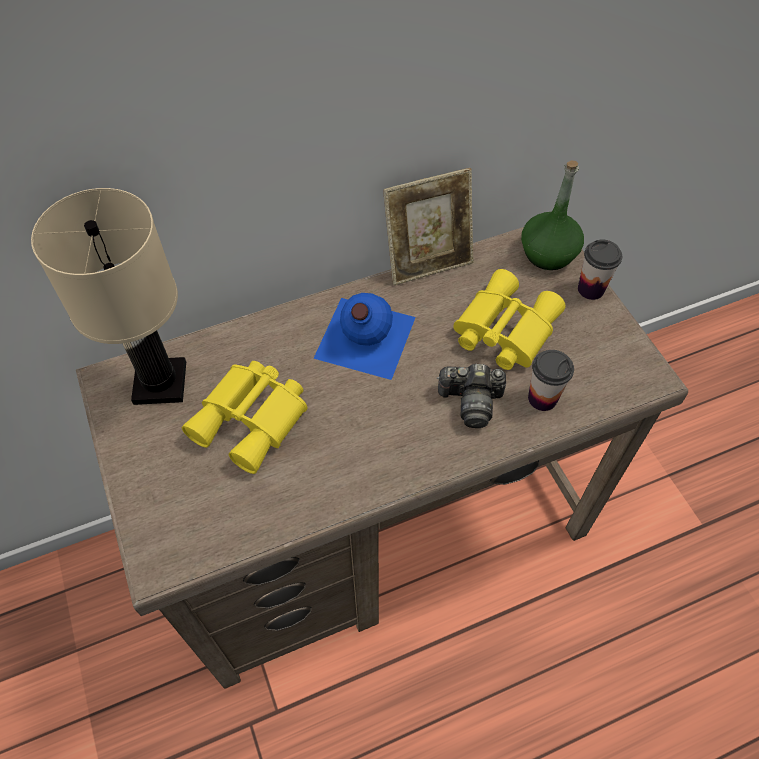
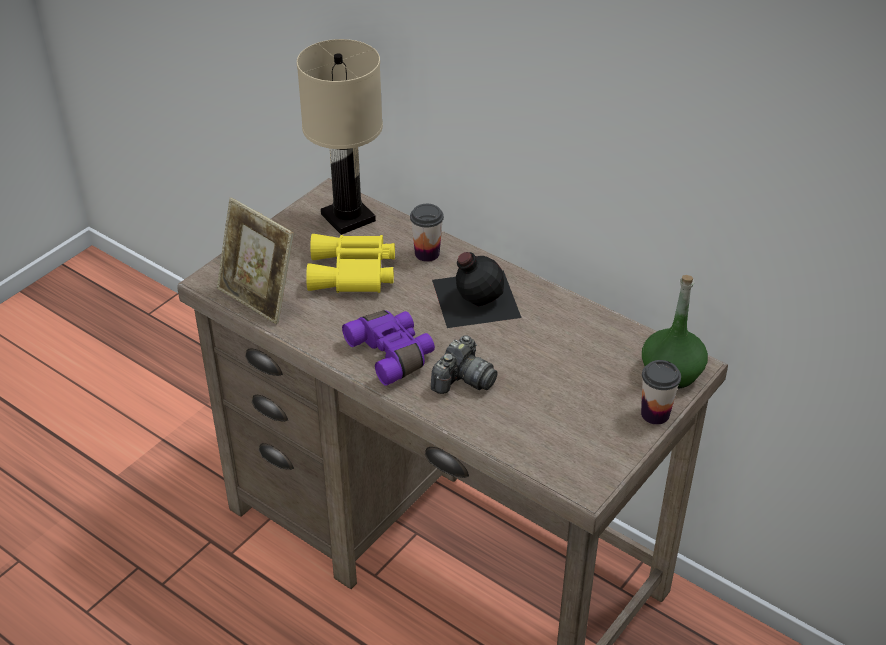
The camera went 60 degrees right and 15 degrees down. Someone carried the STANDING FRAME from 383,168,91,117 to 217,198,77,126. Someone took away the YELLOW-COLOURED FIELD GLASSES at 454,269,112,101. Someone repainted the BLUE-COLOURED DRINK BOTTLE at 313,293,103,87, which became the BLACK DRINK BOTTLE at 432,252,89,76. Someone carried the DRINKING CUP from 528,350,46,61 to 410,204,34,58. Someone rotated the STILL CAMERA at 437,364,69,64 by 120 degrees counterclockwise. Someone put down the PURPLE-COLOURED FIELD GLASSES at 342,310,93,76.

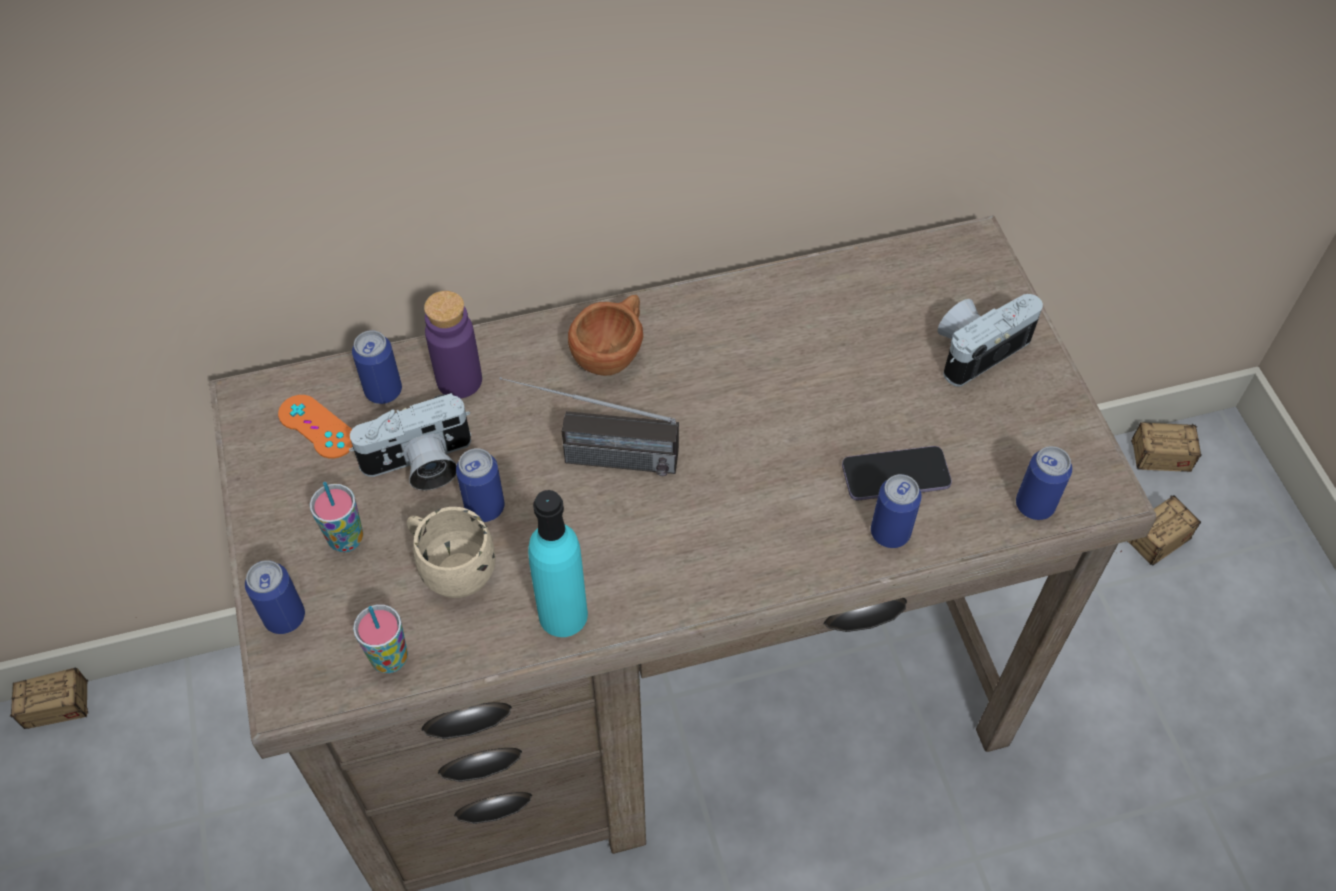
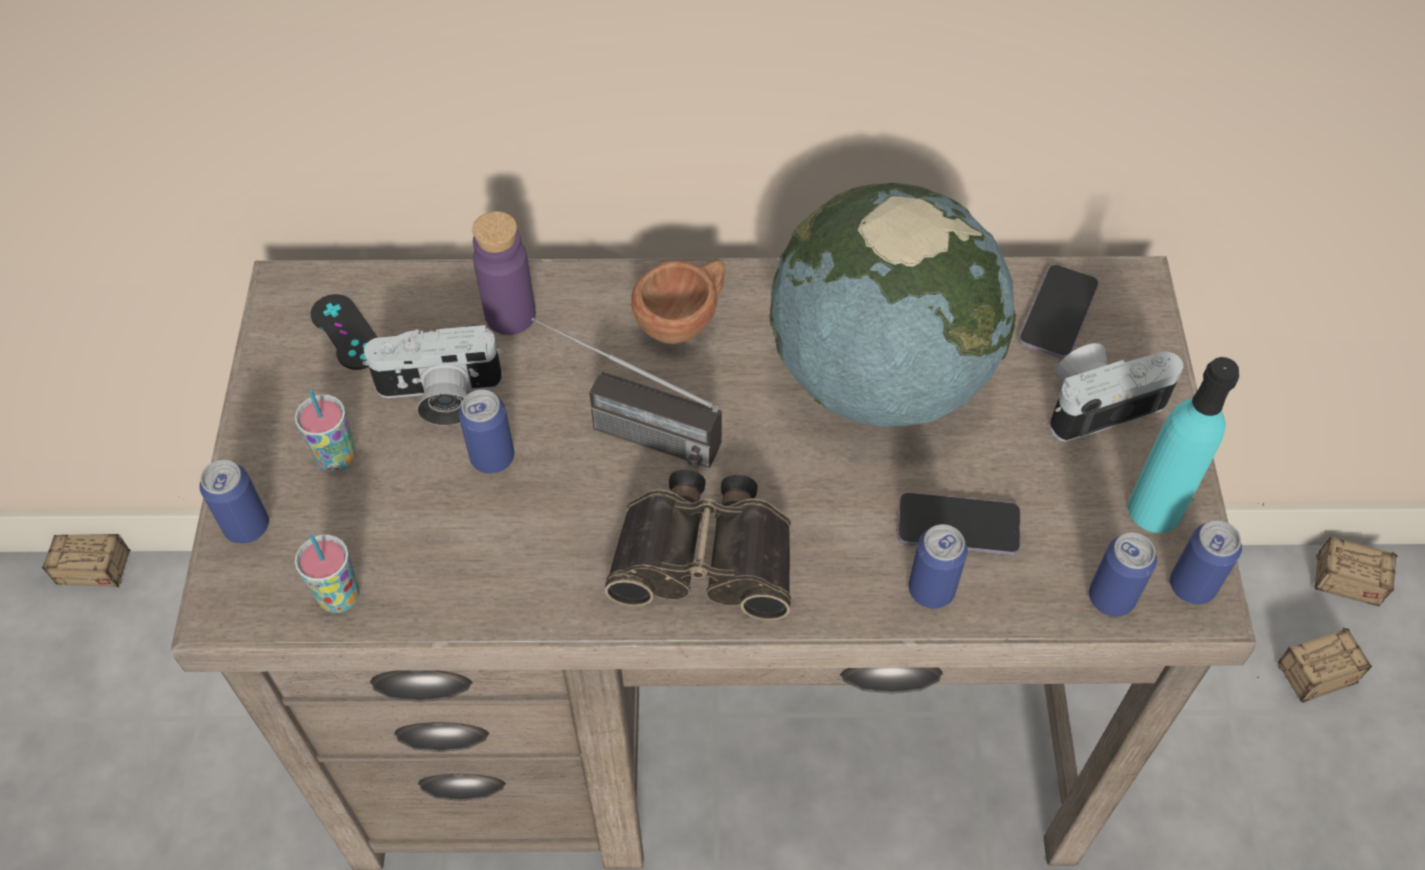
The camera went 15 degrees right and 0 degrees up. Someone carried the SEALED CAN from 352,330,50,74 to 1170,520,72,84. Someone repainted the ORANGE-COLOURED GAME CONTROLLER at 278,395,75,64, which became the BLACK GAME CONTROLLER at 311,294,67,76. Someone carried the TURQUOISE DRINK BOTTLE from 528,490,60,147 to 1128,357,111,176. Someone took away the BEIGE-COLOURED COFFEE MUG at 407,507,89,91. Someone put down the WORLD GLOBE at 769,183,247,244. Someone put down the PHONE at 1019,265,80,94. Someone put down the FIELD GLASSES at 605,470,186,150.

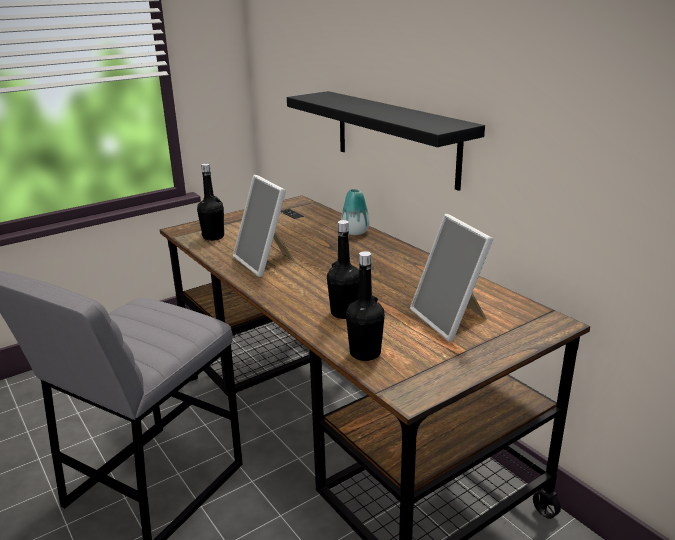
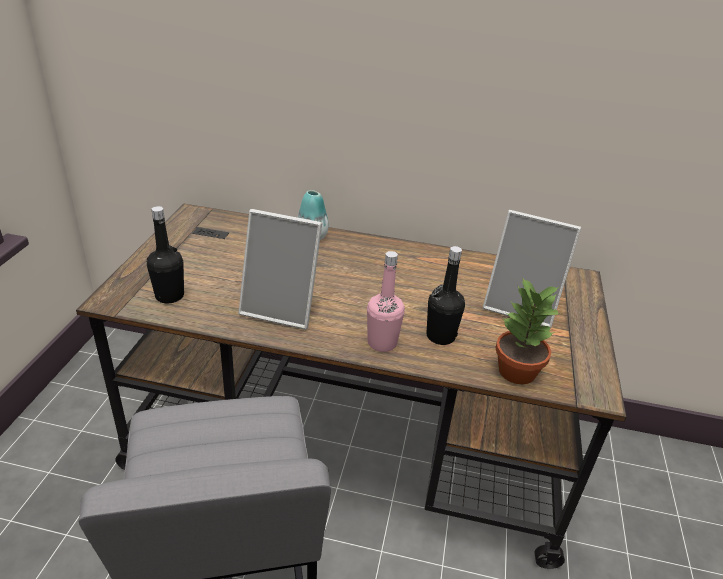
The camera went 45 degrees left and 10 degrees up. Someone took away the BLACK WALL SHELF at 287,91,198,100. Someone swapped the BLACK DRINK BOTTLE at 346,251,39,110 for the PLANT IN A POT at 495,277,66,107. Someone put down the PINK DRINK BOTTLE at 367,251,38,101.

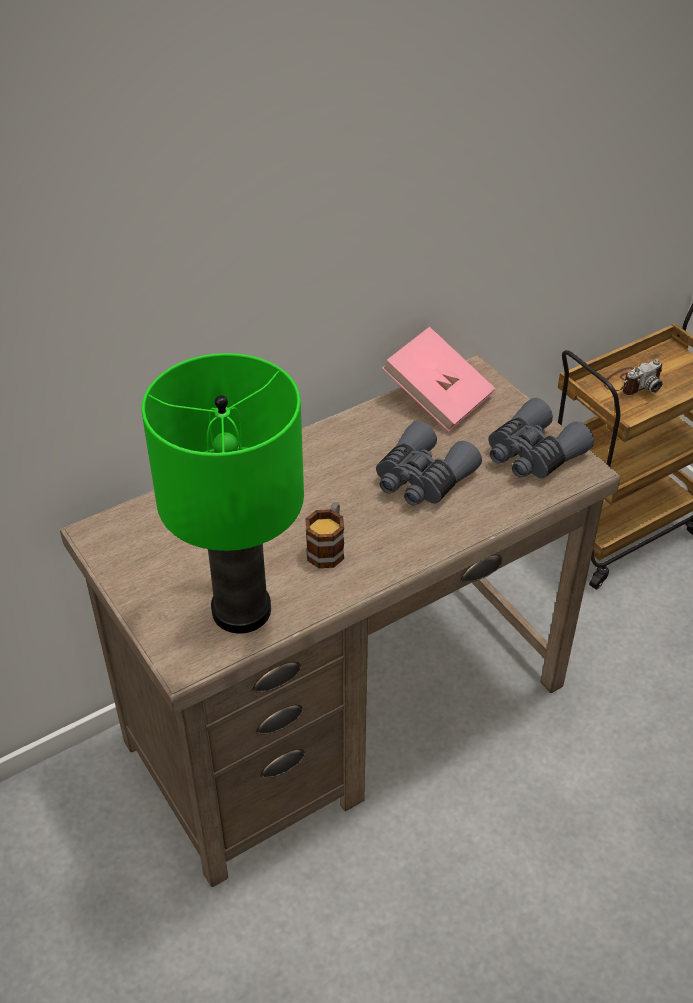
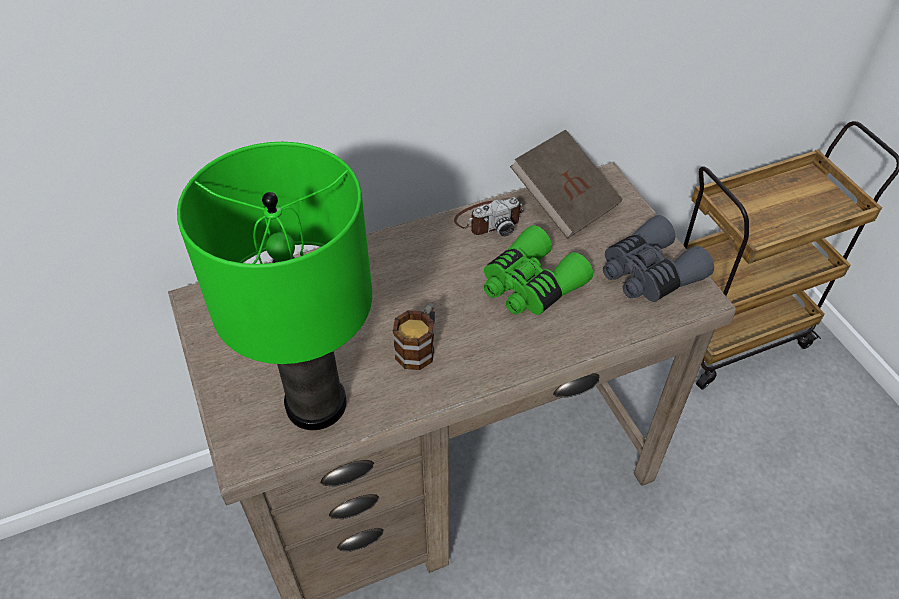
The camera went 10 degrees right and 5 degrees up. Someone repainted the PINK BOOK at 382,327,113,105, which became the BROWNISH BOOK at 510,130,112,109. Someone carried the STILL CAMERA from 603,360,59,35 to 454,197,70,39. Someone repainted the GREYISH FIELD GLASSES at 376,421,106,84, which became the GREEN-COLOURED FIELD GLASSES at 484,225,109,90.

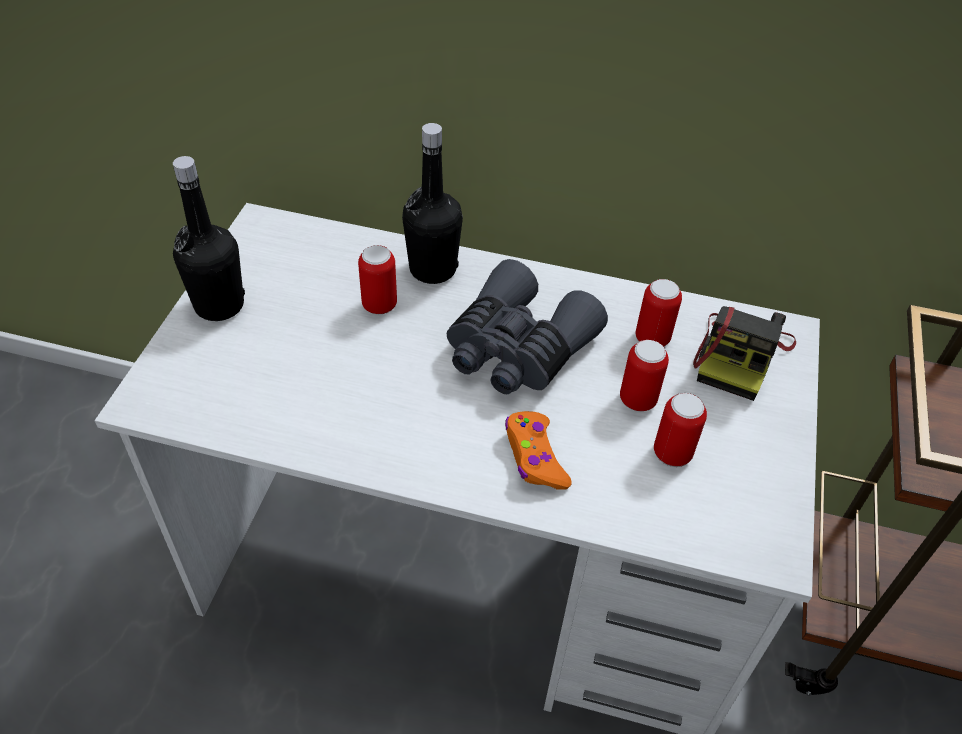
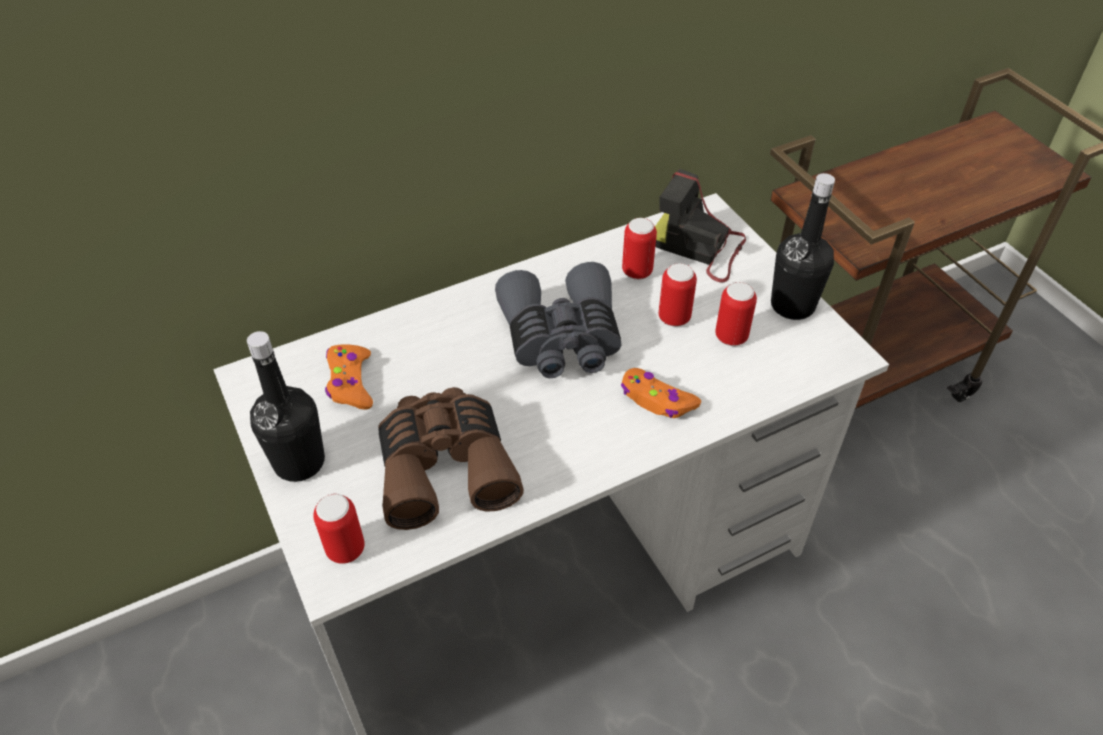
The camera went 40 degrees left and 0 degrees up. Someone carried the BLACK DRINK BOTTLE from 402,123,61,161 to 771,173,64,147. Someone carried the SEALED CAN from 358,245,39,69 to 313,494,52,70. Someone rotated the STILL CAMERA at 693,306,103,95 by 135 degrees clockwise. Someone put down the ORANGE-COLOURED GAME CONTROLLER at 325,344,48,65. Someone put down the BROWNISH FIELD GLASSES at 378,387,146,143.

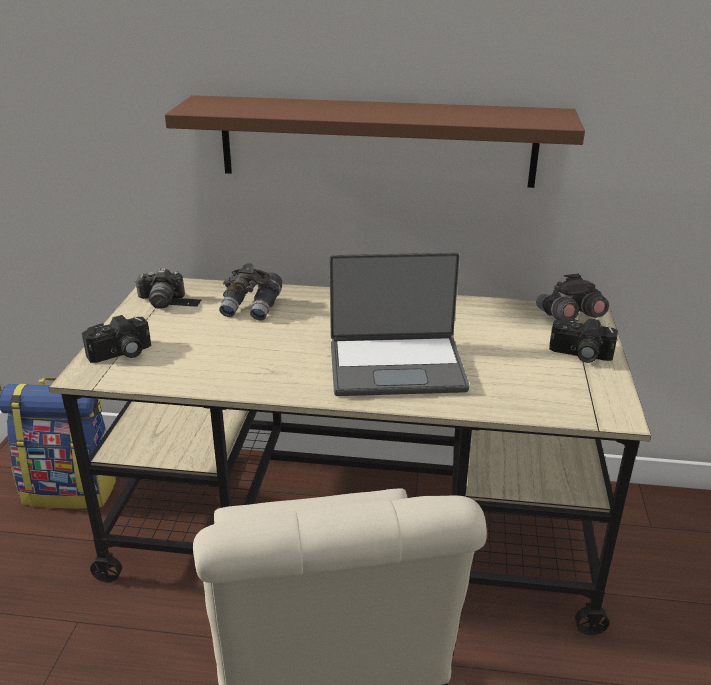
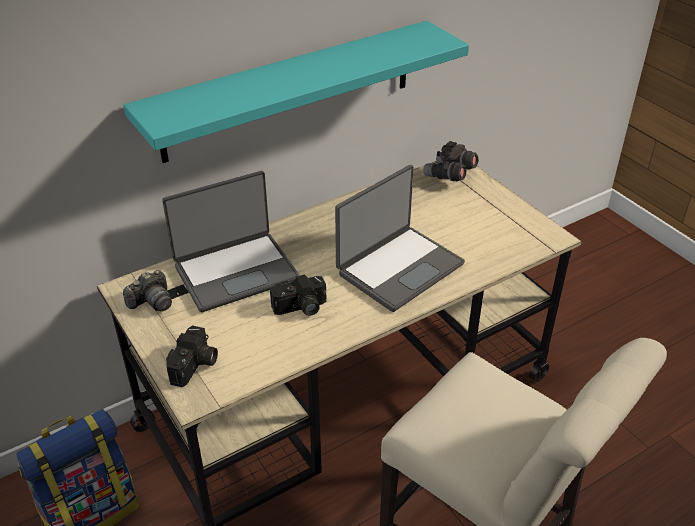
The camera went 40 degrees left and 10 degrees up. Someone repainted the BROWNISH WALL SHELF at 165,95,420,93, which became the TURQUOISE WALL SHELF at 123,21,346,142. Someone swapped the GREYISH FIELD GLASSES at 219,263,63,58 for the PORTABLE COMPUTER at 162,171,138,141. Someone carried the STILL CAMERA from 549,318,69,45 to 270,275,56,41.

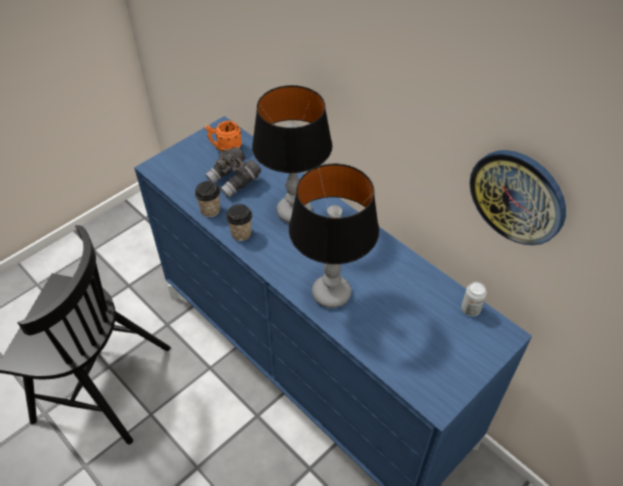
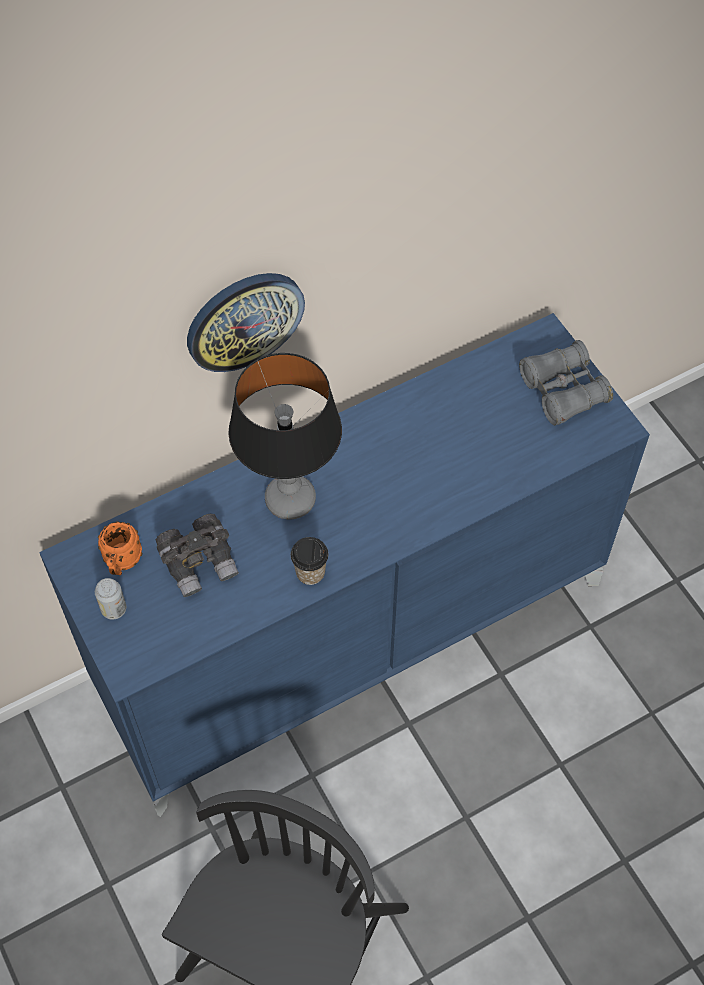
The camera went 75 degrees left and 10 degrees up. Someone carried the HANGING CLOCK from 470,150,96,95 to 187,273,118,99. Someone took away the TABLETOP LAMP at 289,164,90,144. Someone took away the DRINKING CUP at 195,181,25,36. Someone carried the SEALED CAN from 461,282,26,34 to 95,578,31,42. Someone put down the GREYISH FIELD GLASSES at 519,340,94,85.

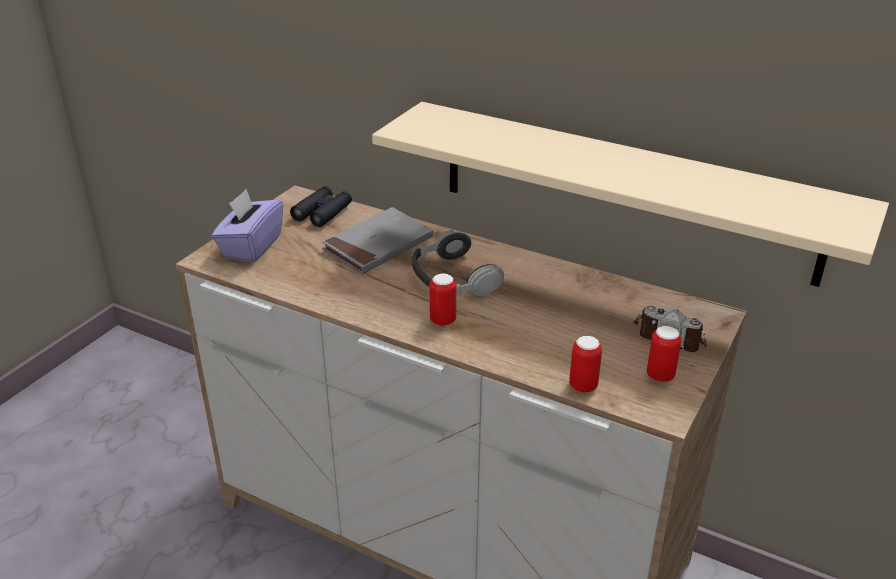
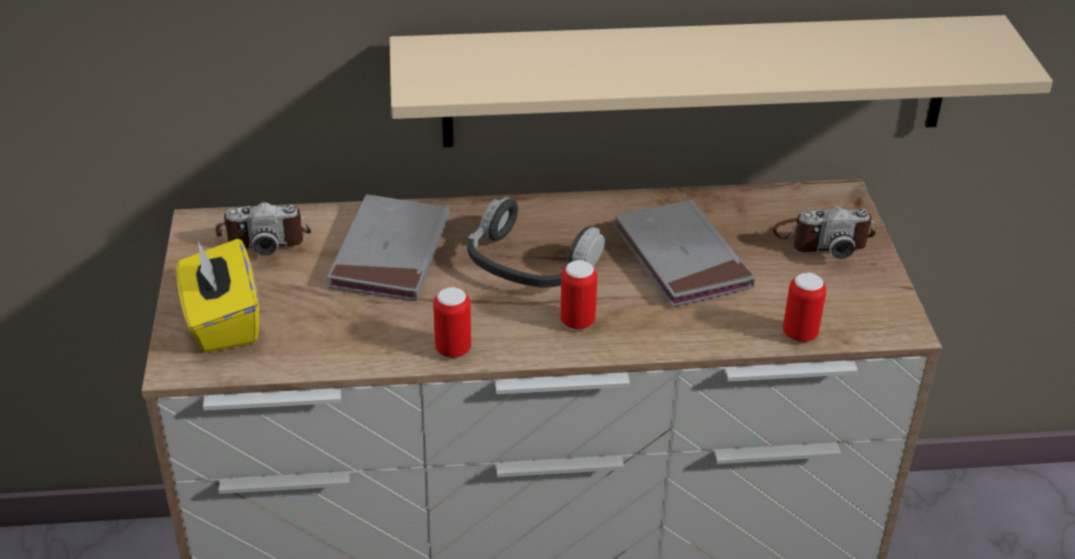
The camera went 35 degrees left and 5 degrees up. Someone swapped the BLACK FIELD GLASSES at 290,186,62,41 for the STILL CAMERA at 215,202,96,54. Someone repainted the PURPLE-COLOURED TISSUE HOLDER at 212,189,71,73, which became the YELLOW-COLOURED TISSUE HOLDER at 176,239,83,114. Someone carried the SEALED CAN from 647,326,34,56 to 433,287,38,71. Someone put down the GREYISH BOOK at 614,200,141,107.

